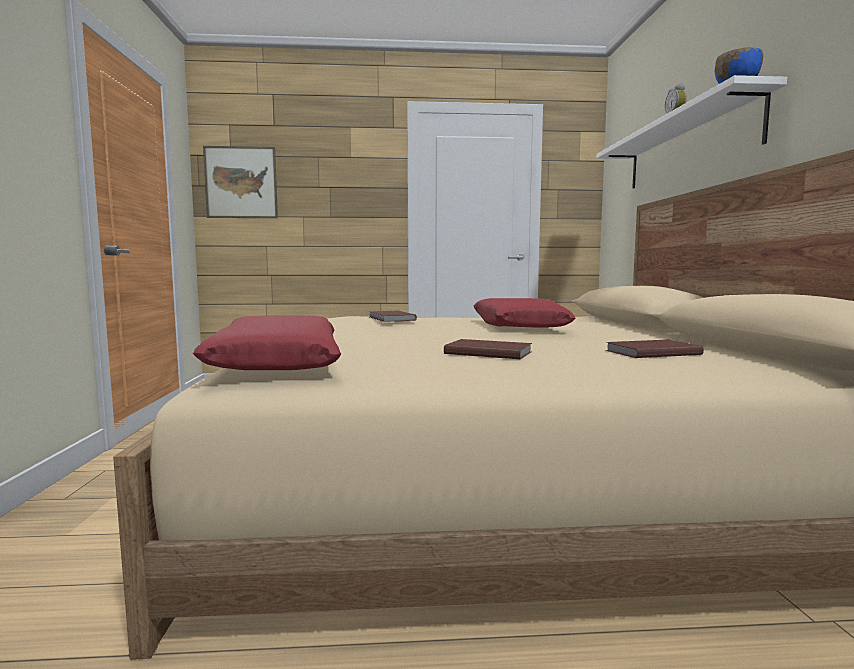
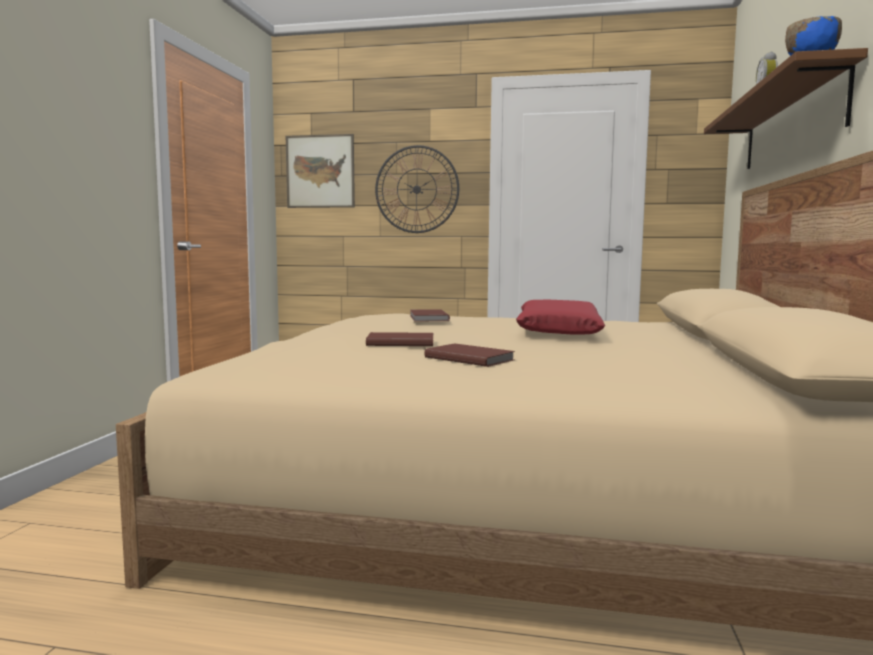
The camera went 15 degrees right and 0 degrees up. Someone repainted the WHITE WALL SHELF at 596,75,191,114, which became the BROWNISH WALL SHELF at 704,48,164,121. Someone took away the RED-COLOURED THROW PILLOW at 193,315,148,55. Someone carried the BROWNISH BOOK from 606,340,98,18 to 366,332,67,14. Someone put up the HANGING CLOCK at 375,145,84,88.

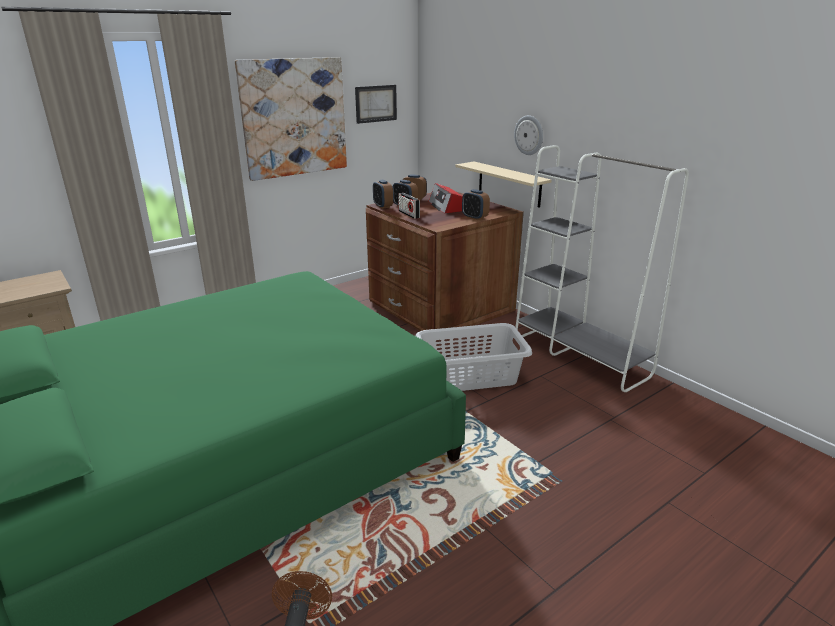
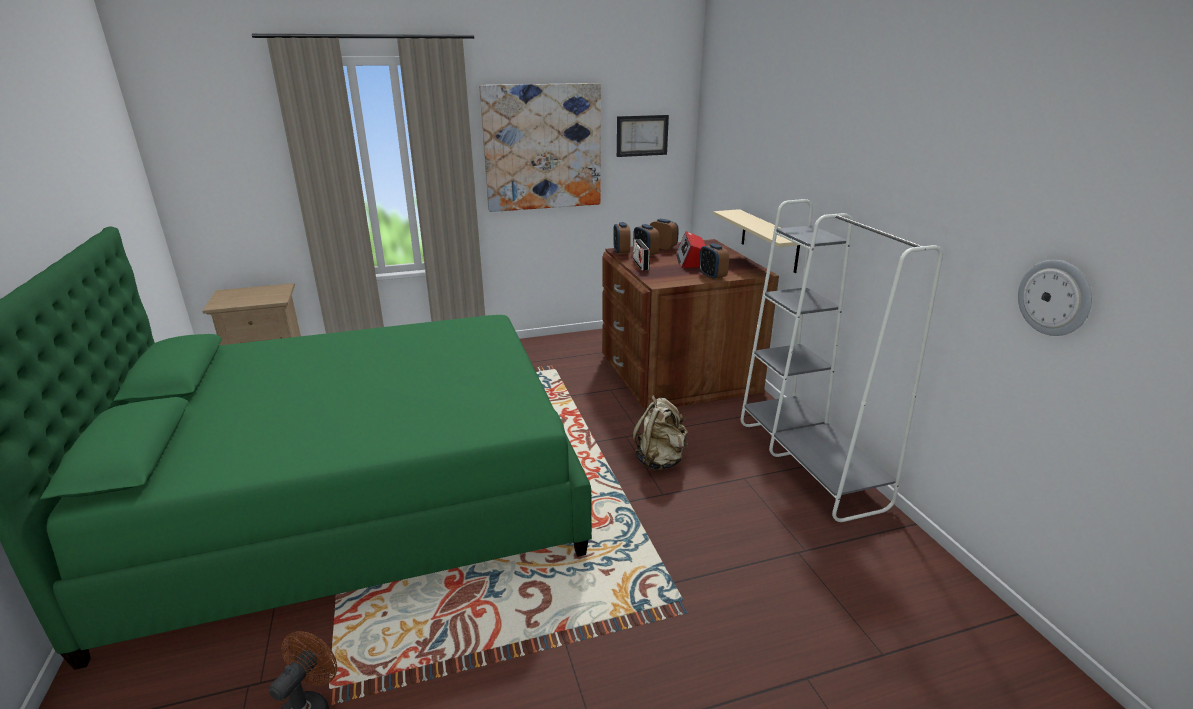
The camera went 20 degrees right and 0 degrees up. Someone carried the HANGING CLOCK from 514,115,29,40 to 1018,260,74,76. Someone swapped the GREYISH LAUNDRY BASKET at 415,323,117,68 for the BEIGE-COLOURED BACKPACK at 633,395,55,76.

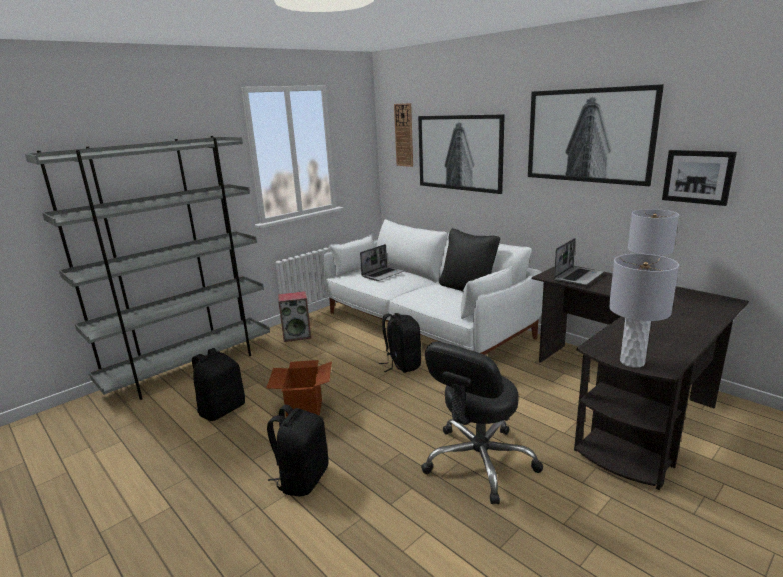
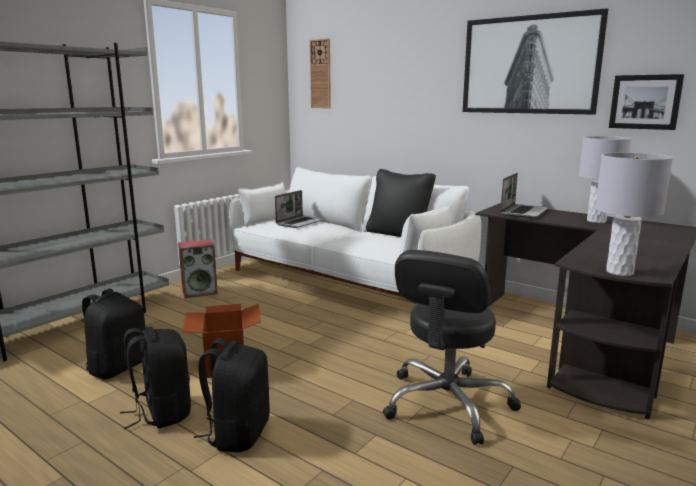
The camera went 10 degrees left and 5 degrees down. Someone took away the WALL PICTURE at 418,114,87,80. Someone carried the BLACK BACKPACK from 379,313,42,60 to 120,326,71,103.

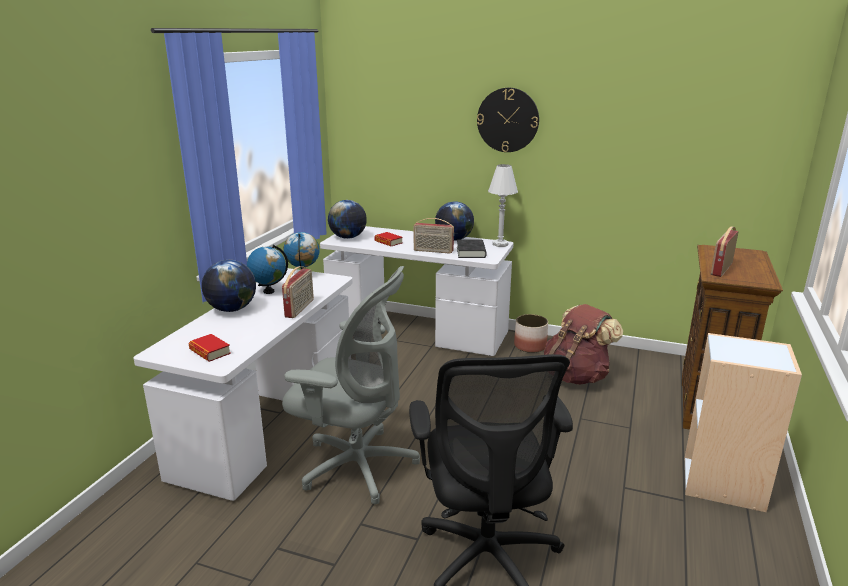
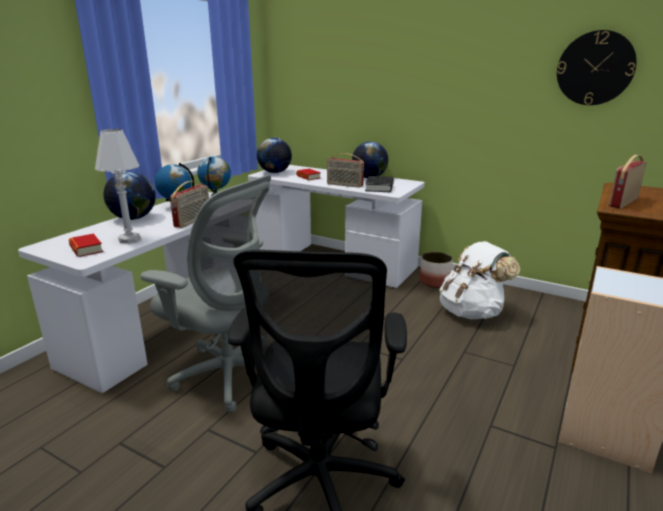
The camera went 10 degrees right and 0 degrees up. Someone carried the HANGING CLOCK from 477,88,62,64 to 557,30,80,75. Someone carried the WHITE TABLETOP LAMP from 488,164,30,83 to 95,129,46,115. Someone repainted the BROWNISH BACKPACK at 544,304,79,81, which became the WHITE BACKPACK at 440,241,80,79.

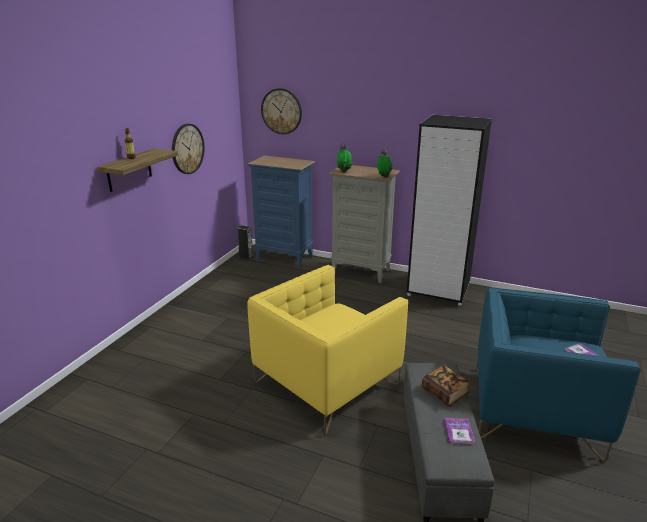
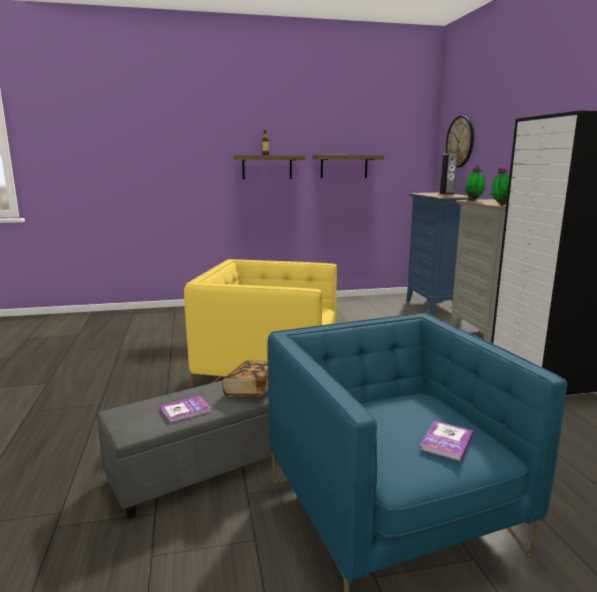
The camera went 55 degrees right and 10 degrees down. Someone swapped the HANGING CLOCK at 172,124,33,50 for the WALL SHELF at 313,155,71,23. Someone carried the AUDIO SPEAKER from 237,225,17,35 to 439,154,18,40.

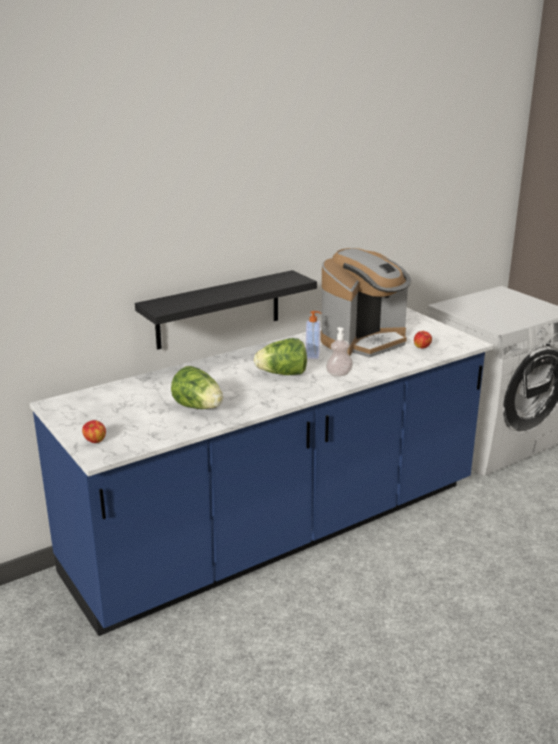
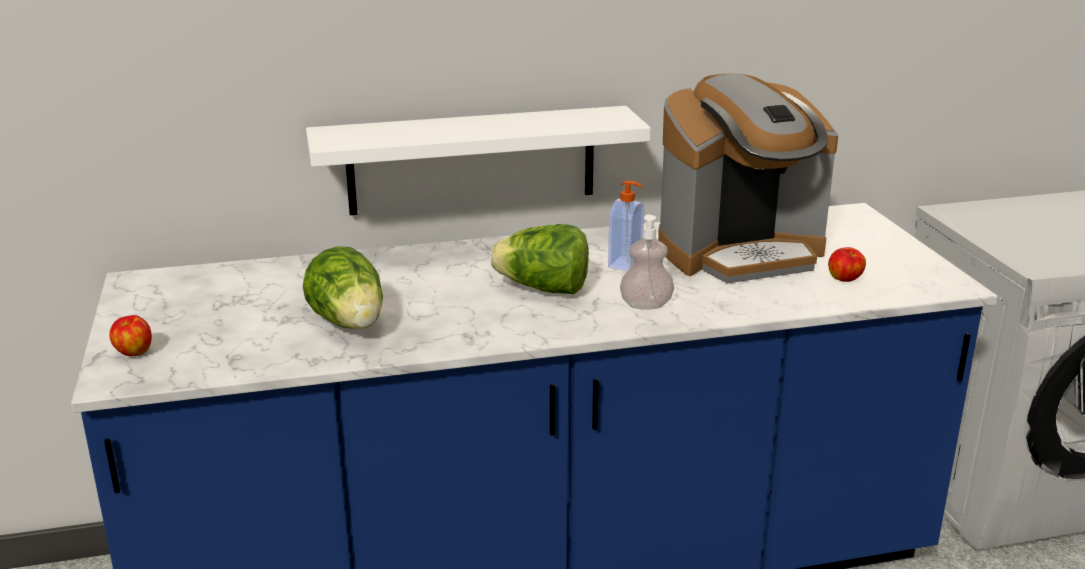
The camera went 20 degrees right and 0 degrees up. Someone repainted the BLACK WALL SHELF at 135,270,182,80, which became the WHITE WALL SHELF at 306,106,345,109.

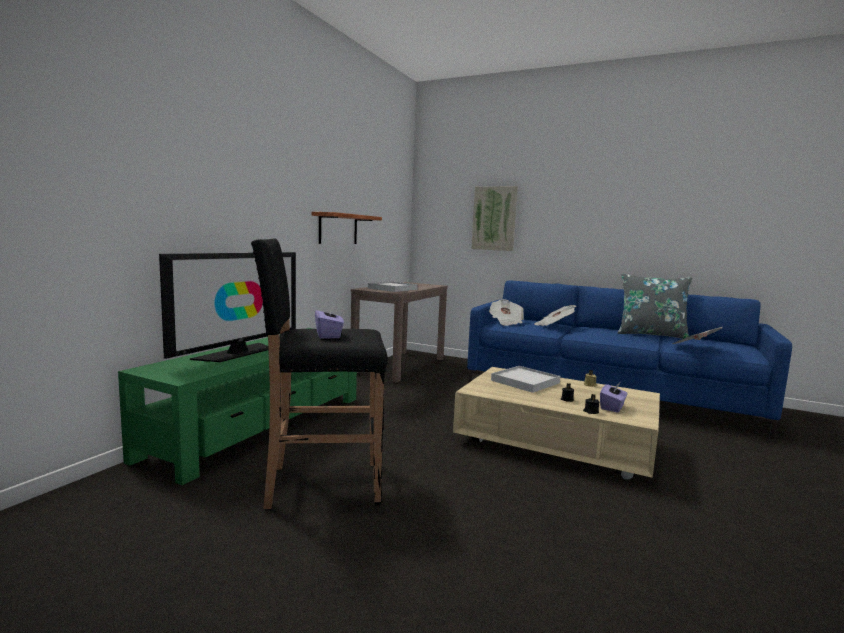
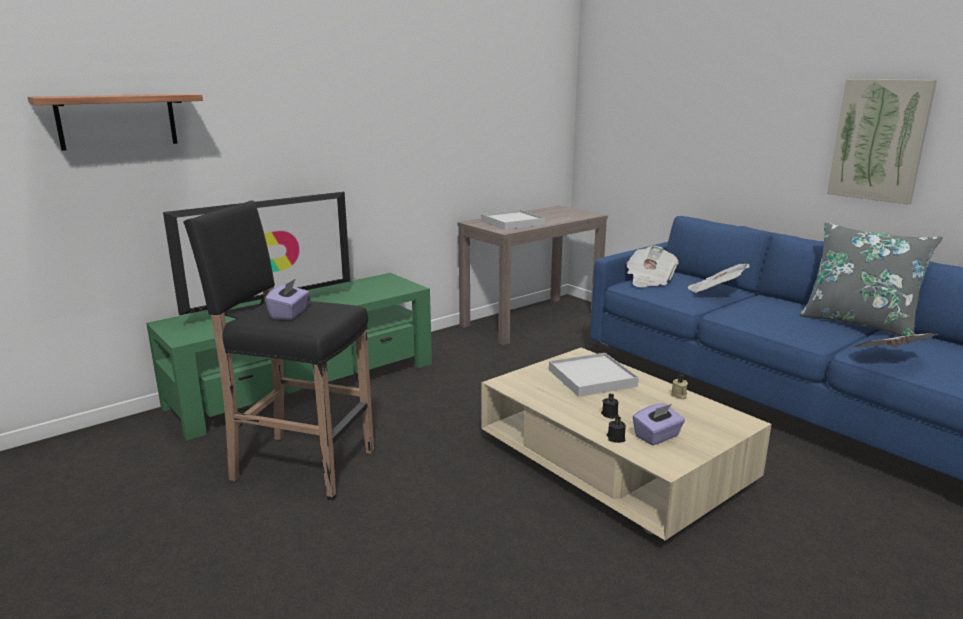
The camera went 25 degrees right and 10 degrees up. Someone carried the WALL PICTURE from 471,186,47,65 to 827,79,110,125. Someone carried the WALL SHELF from 312,212,70,32 to 28,94,175,57.

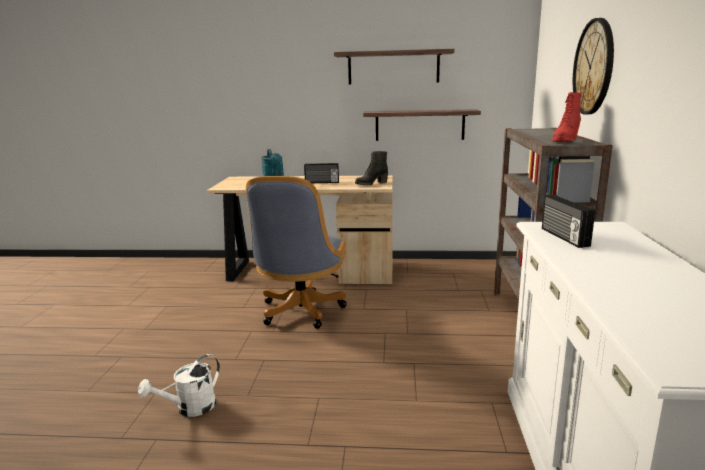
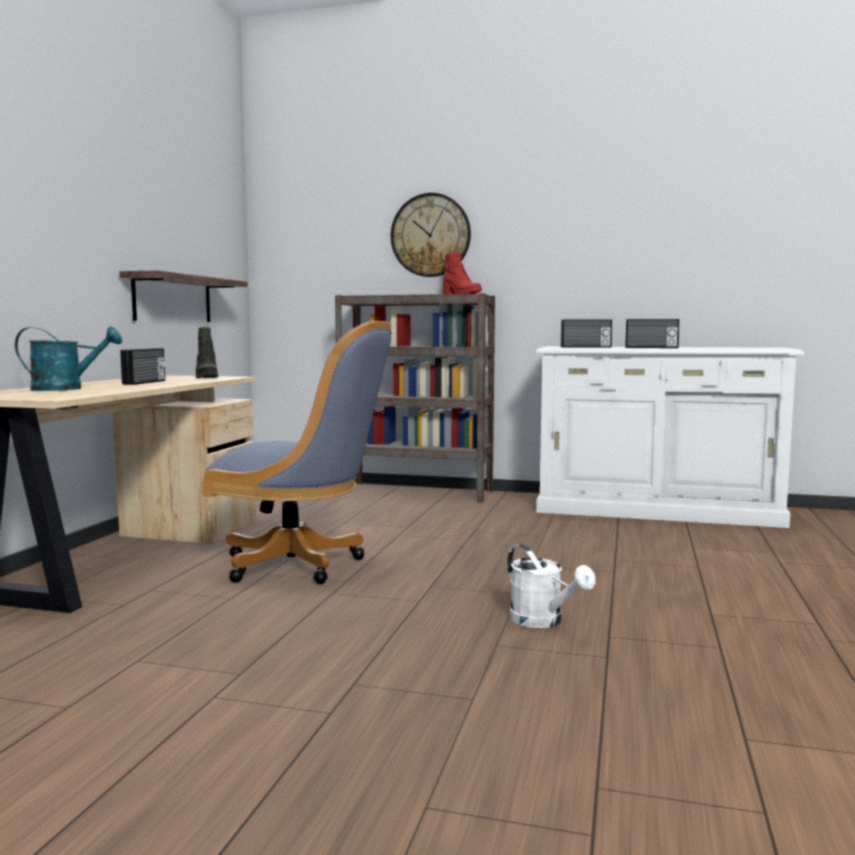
The camera went 80 degrees left and 10 degrees down. Someone took away the WALL SHELF at 334,49,121,36. Someone put down the RADIO SET at 625,319,55,29.

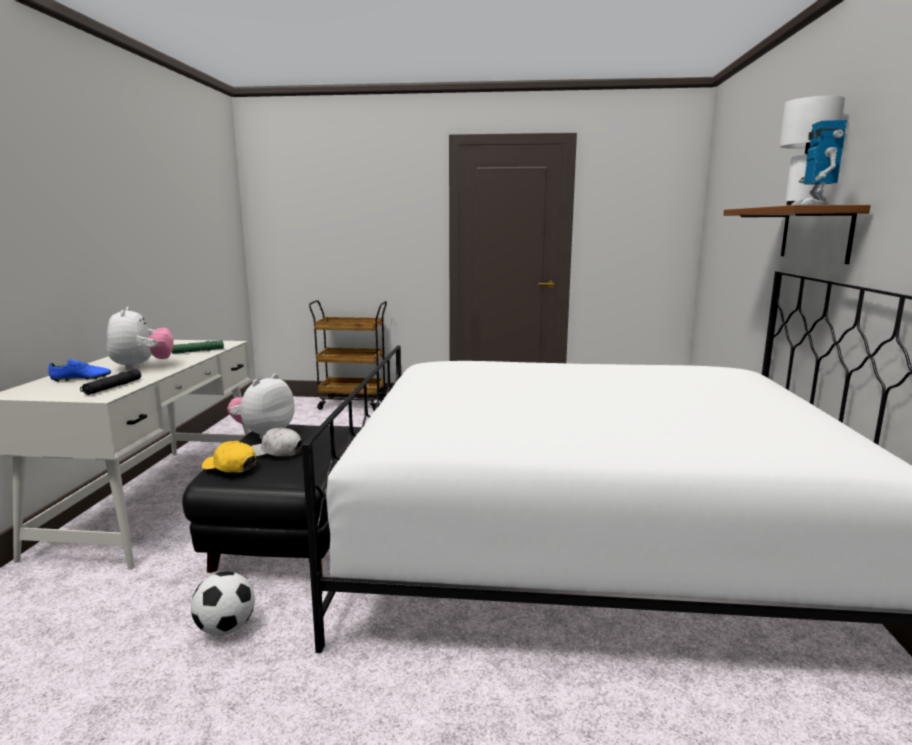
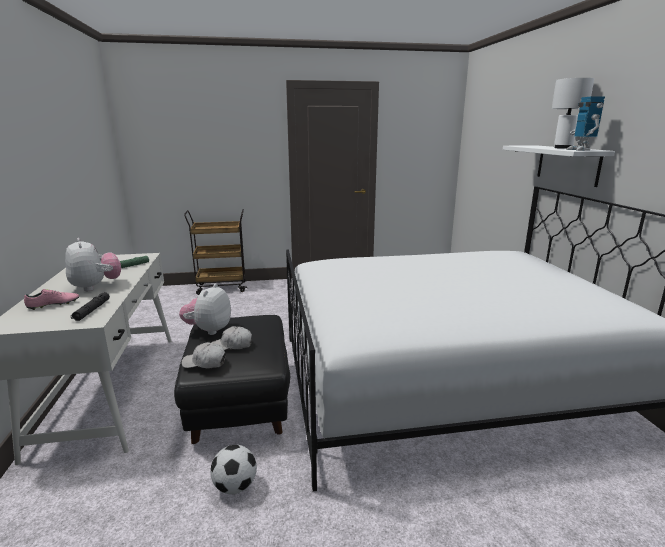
The camera went 15 degrees left and 5 degrees up. Someone repainted the BROWNISH WALL SHELF at 723,205,147,59, which became the WHITE WALL SHELF at 503,145,112,42. Someone repainted the BLUE-COLOURED SHOE at 48,359,63,23, which became the PINK SHOE at 24,289,55,21. Someone repainted the YELLOW-COLOURED PEAKED CAP at 202,441,54,32, which became the WHITE PEAKED CAP at 182,342,44,27.

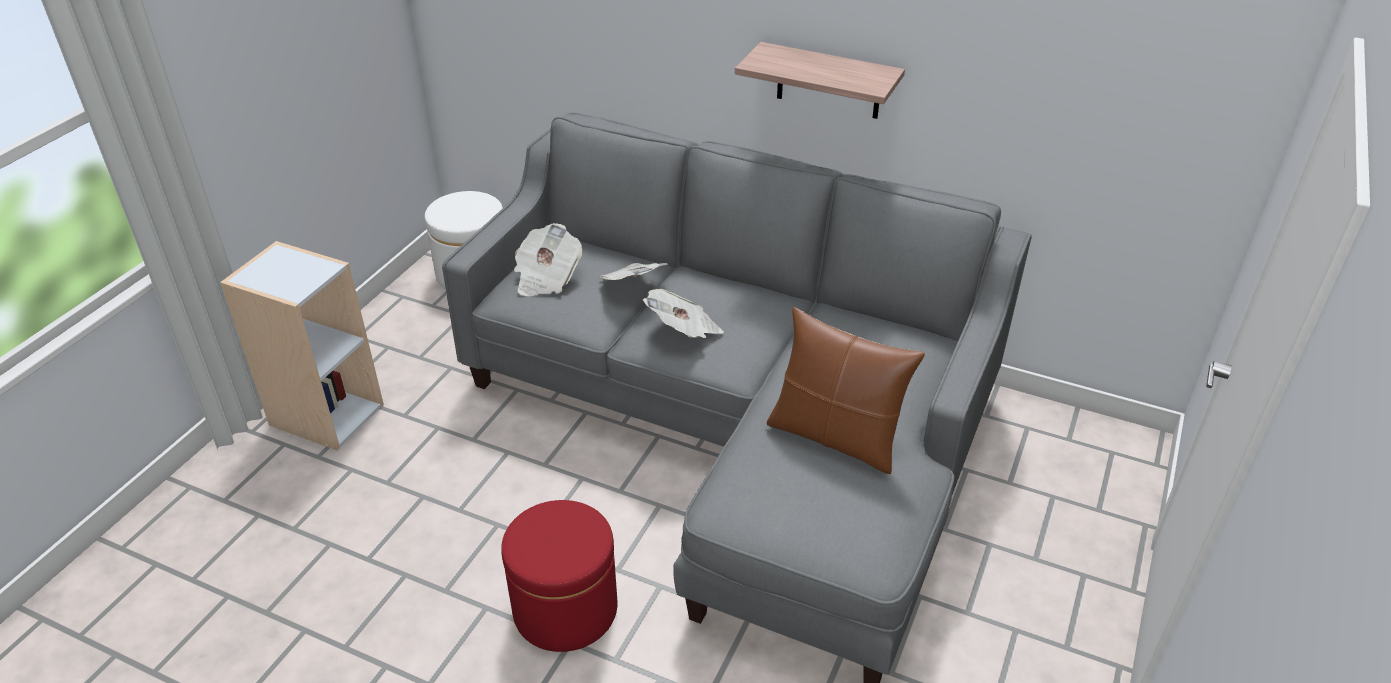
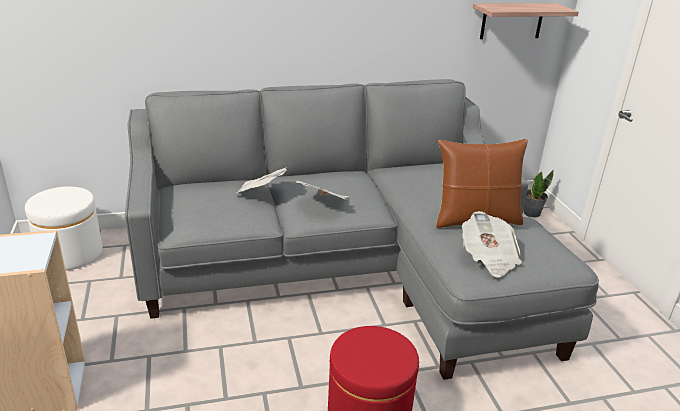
The camera went 40 degrees left and 10 degrees down. Someone carried the WALL SHELF from 735,42,170,77 to 473,3,106,36. Someone carried the NEWSPAPER from 514,223,69,73 to 462,211,60,67. Someone put down the PLANT IN A POT at 524,170,30,47.

